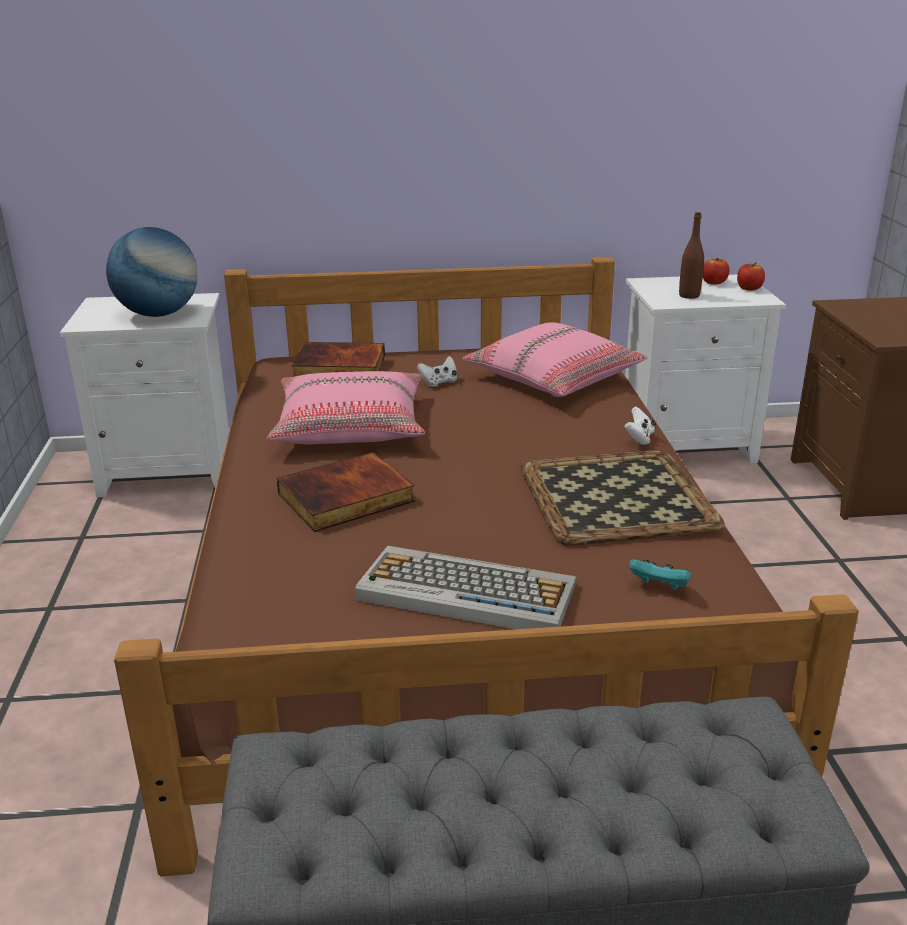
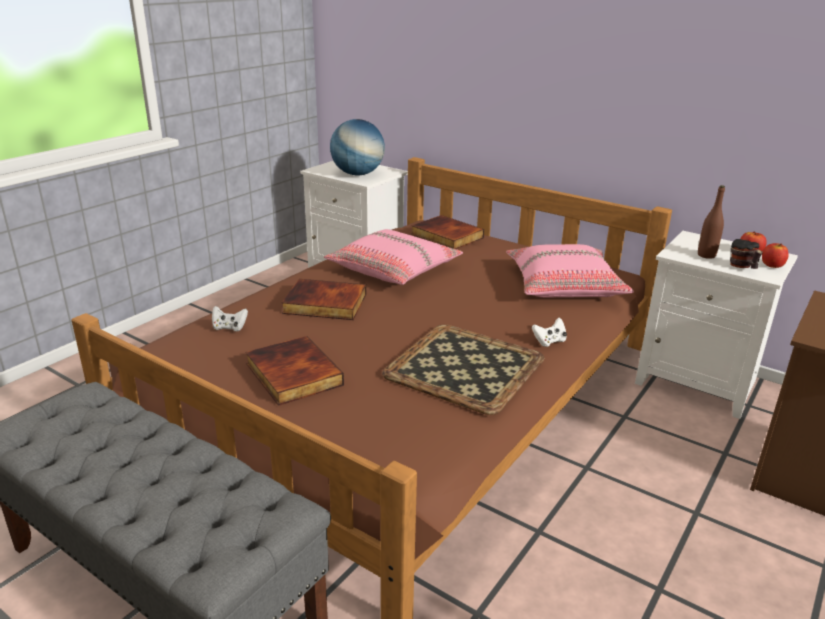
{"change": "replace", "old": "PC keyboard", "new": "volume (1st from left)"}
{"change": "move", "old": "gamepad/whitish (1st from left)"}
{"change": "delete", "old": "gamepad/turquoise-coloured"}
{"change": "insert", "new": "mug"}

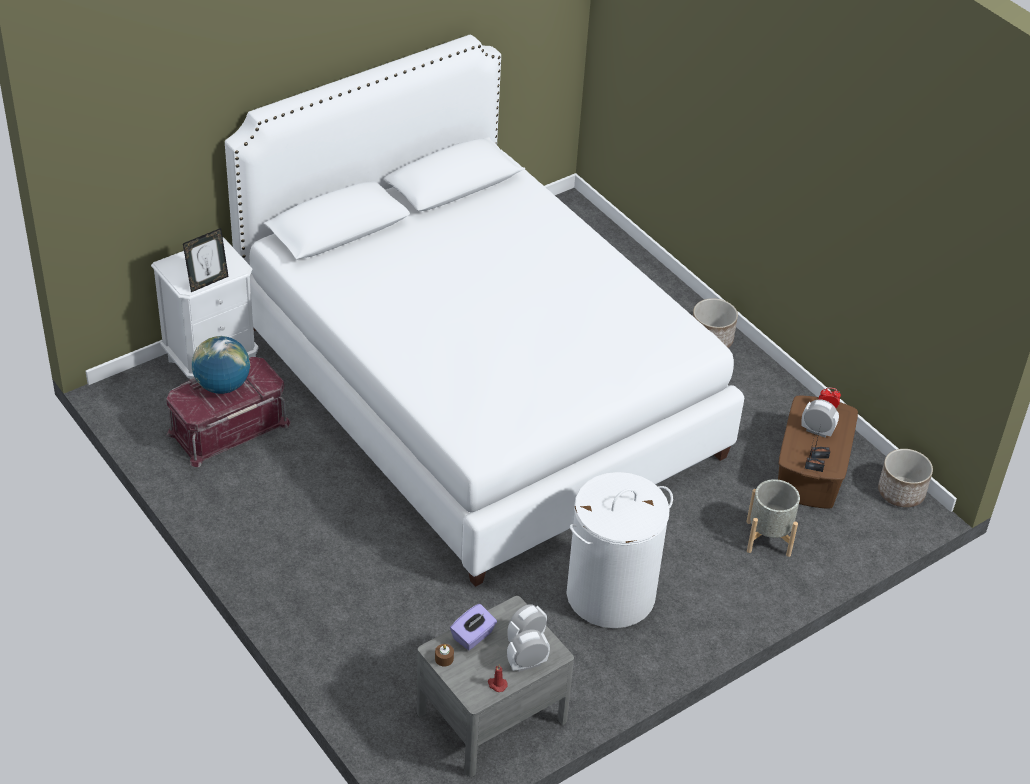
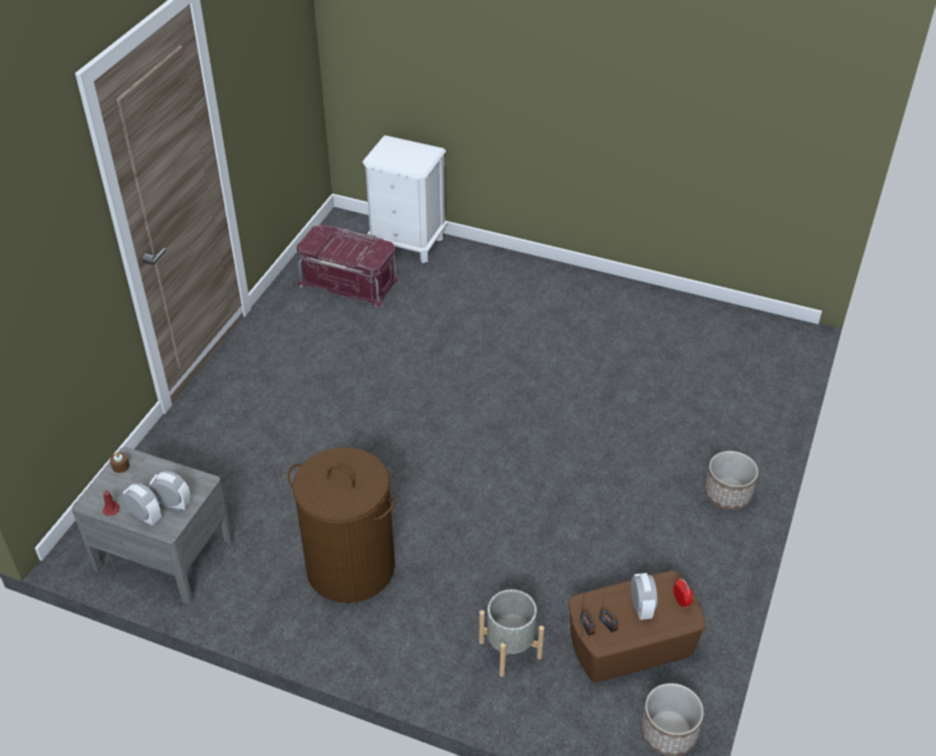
{"change": "delete", "old": "standing frame"}
{"change": "delete", "old": "desk globe"}
{"change": "delete", "old": "bed/whitish"}
{"change": "delete", "old": "tissue holder/purplish"}
{"change": "recolor", "old": "hamper/whitish", "new": "hamper/brown-coloured"}

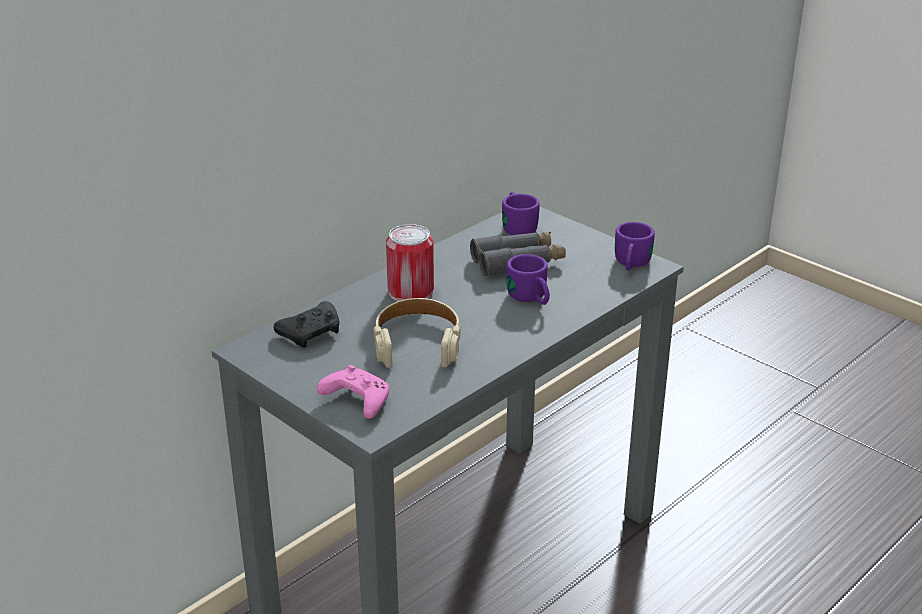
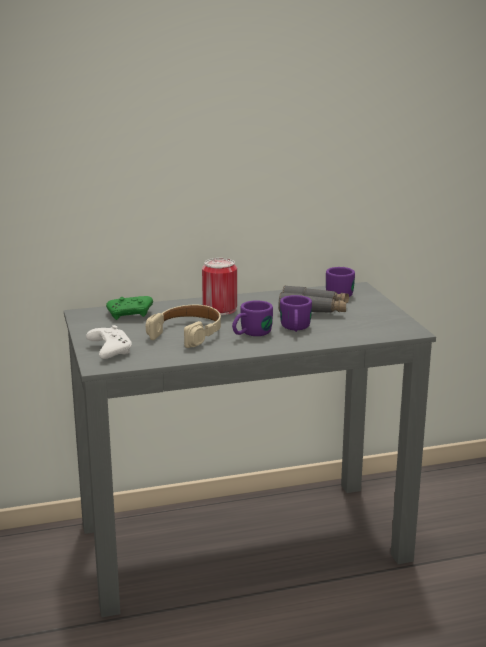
{"change": "recolor", "old": "gamepad/blackish", "new": "gamepad/green"}
{"change": "recolor", "old": "gamepad/pinkish", "new": "gamepad/whitish"}
{"change": "move", "old": "mug/purplish (3rd from left in the first image)", "new": "mug/purplish (1st from left)"}

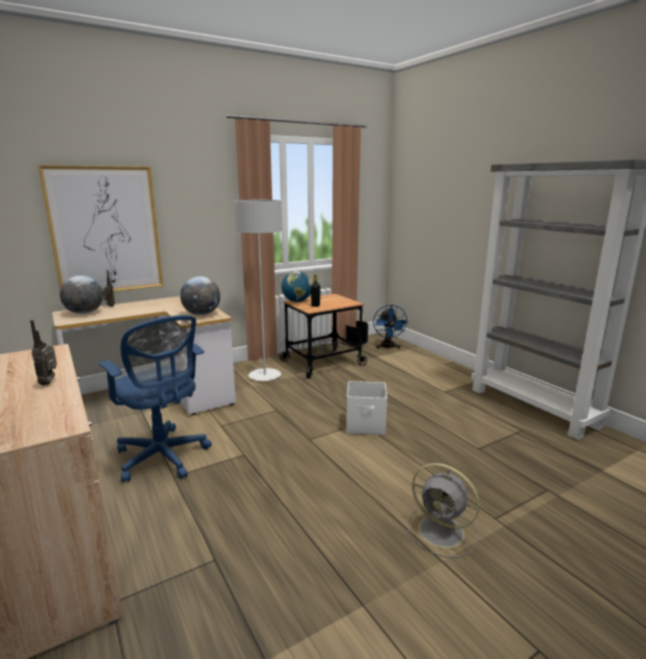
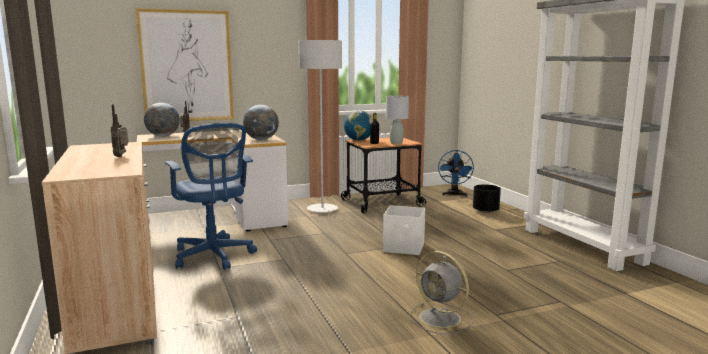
{"change": "move", "old": "planter/blackish"}
{"change": "insert", "new": "tabletop lamp/grey"}

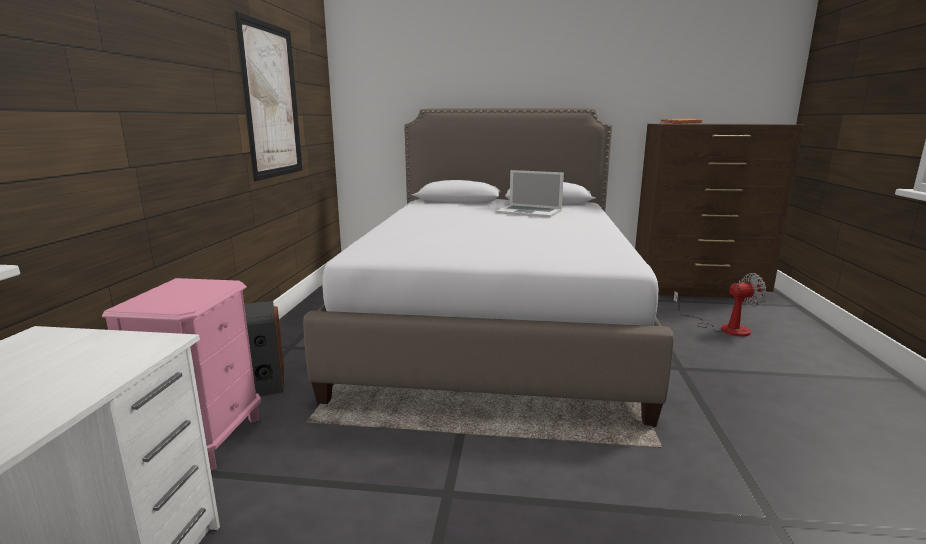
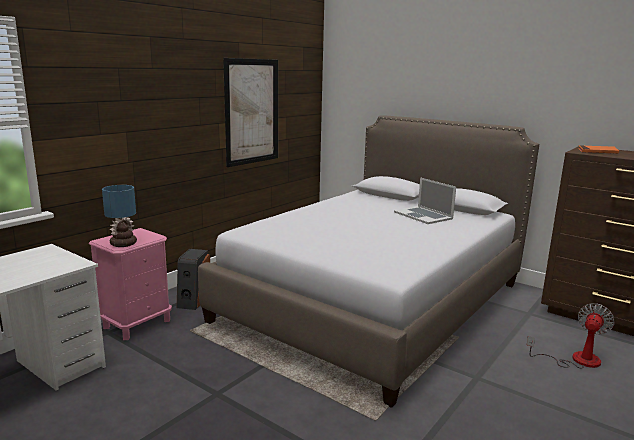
{"change": "rotate", "old": "fan", "degrees": -75}
{"change": "insert", "new": "tabletop lamp"}

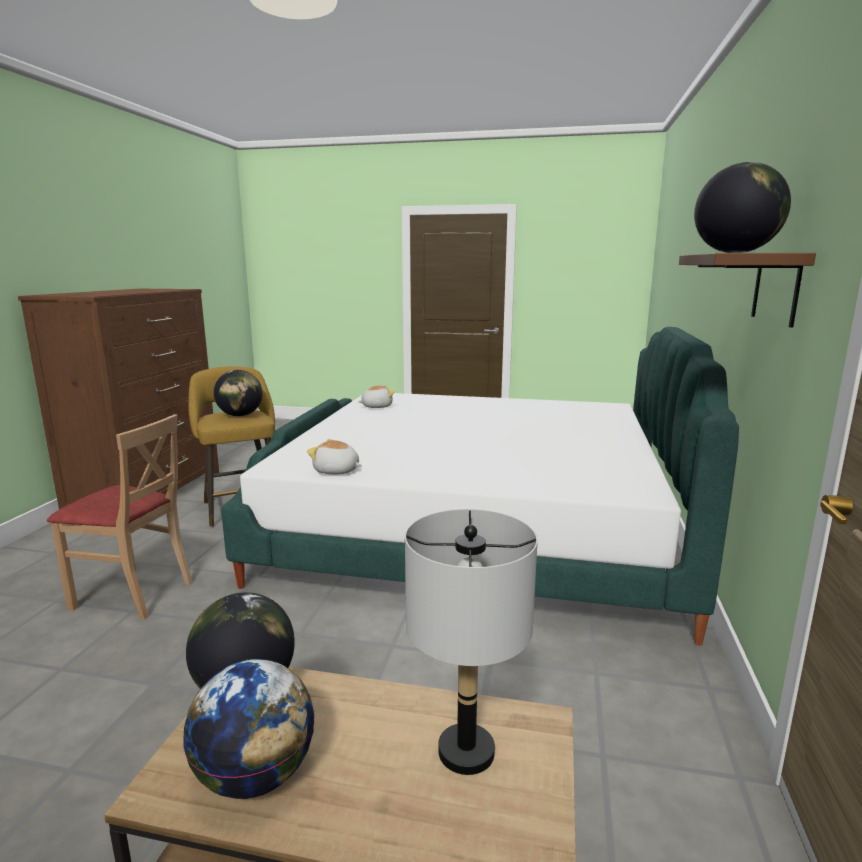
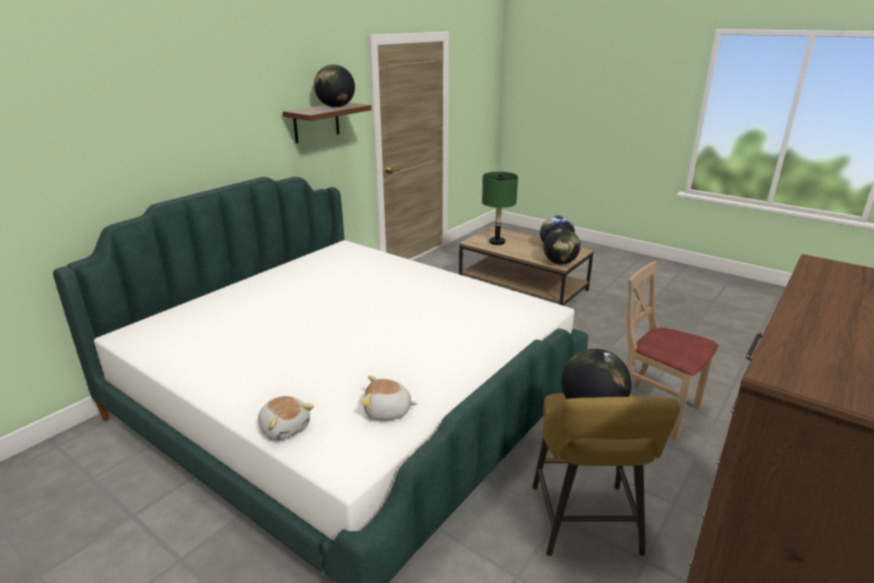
{"change": "move", "old": "plush toy (1st from left)"}
{"change": "recolor", "old": "tabletop lamp/grey", "new": "tabletop lamp/green"}

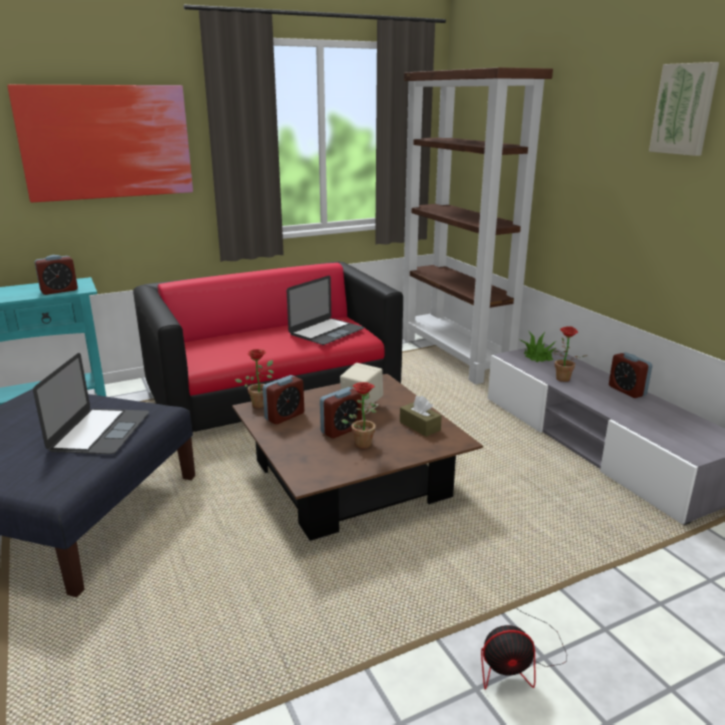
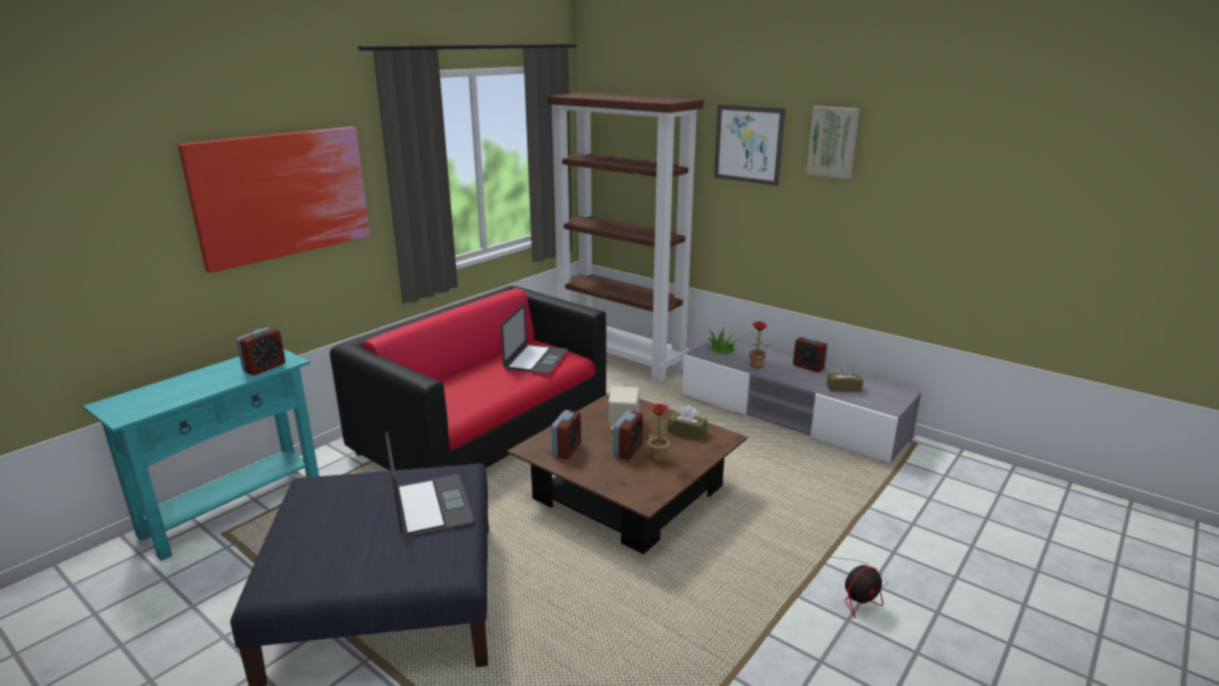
{"change": "delete", "old": "plant in a pot (1st from left)"}
{"change": "insert", "new": "wall picture (2nd from left)"}
{"change": "insert", "new": "tissue holder/brown-coloured (2nd from left)"}

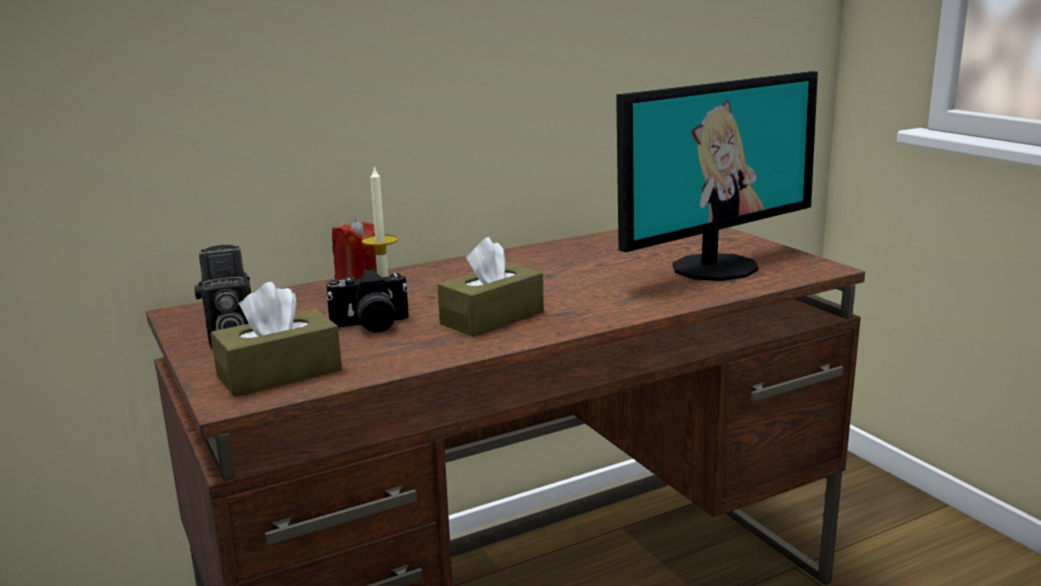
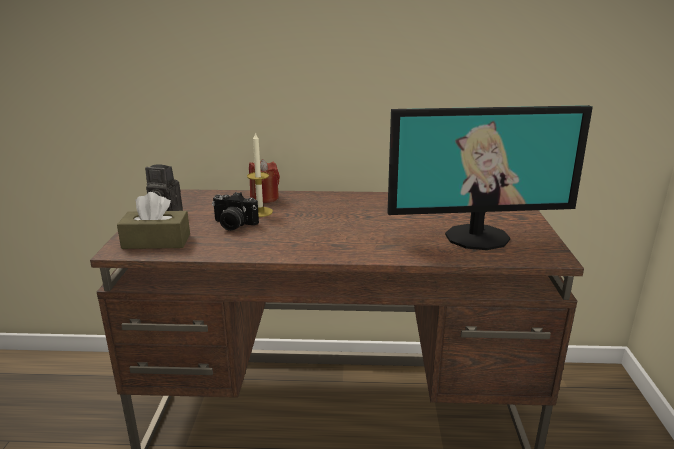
{"change": "delete", "old": "tissue holder/brown-coloured (2nd from left)"}

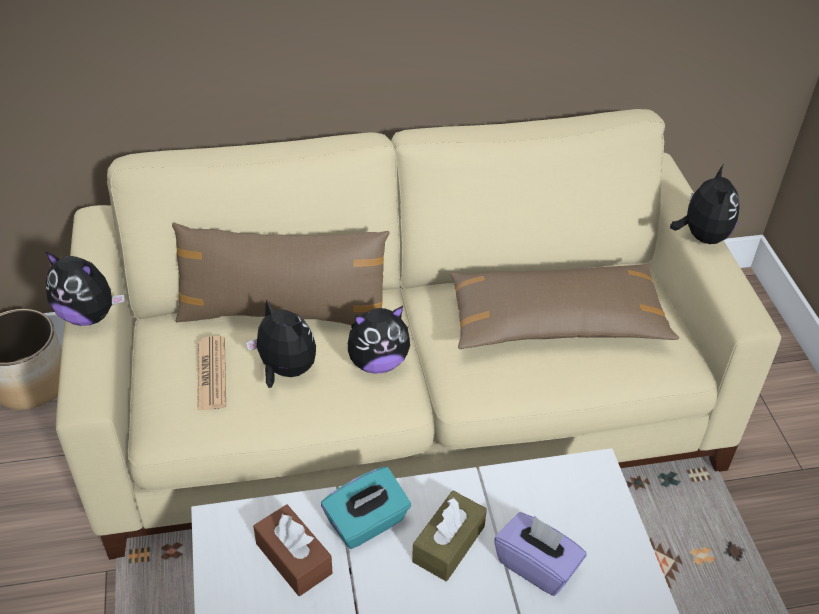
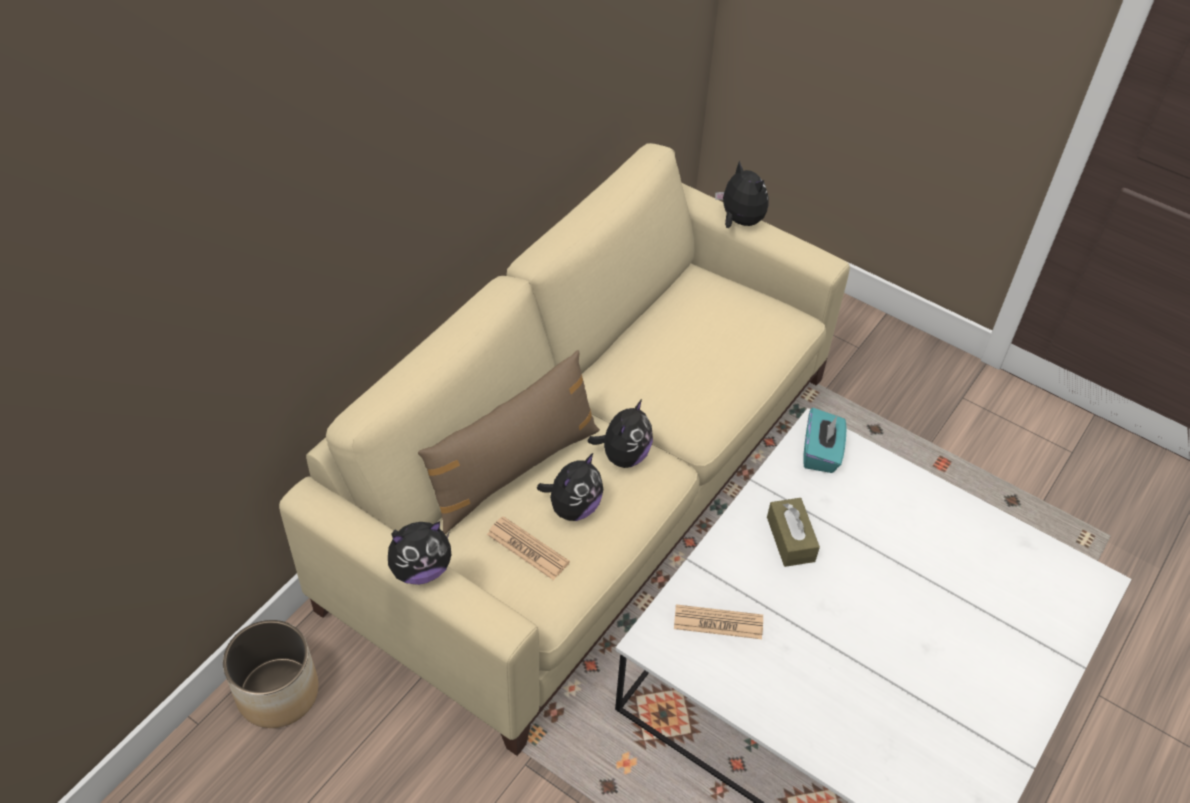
{"change": "rotate", "old": "plush toy (2nd from left)", "degrees": 135}
{"change": "replace", "old": "tissue holder/brown-coloured (1st from left)", "new": "daily paper (2nd from left)"}
{"change": "move", "old": "tissue holder/turquoise-coloured"}
{"change": "delete", "old": "cushion/brown-coloured (2nd from left)"}
{"change": "delete", "old": "tissue holder/purplish"}

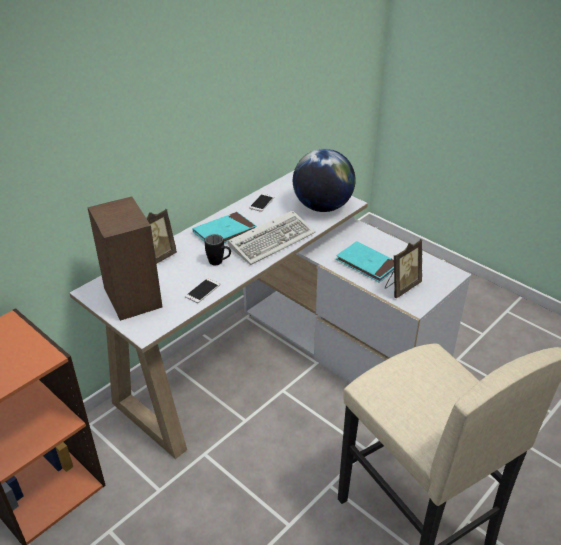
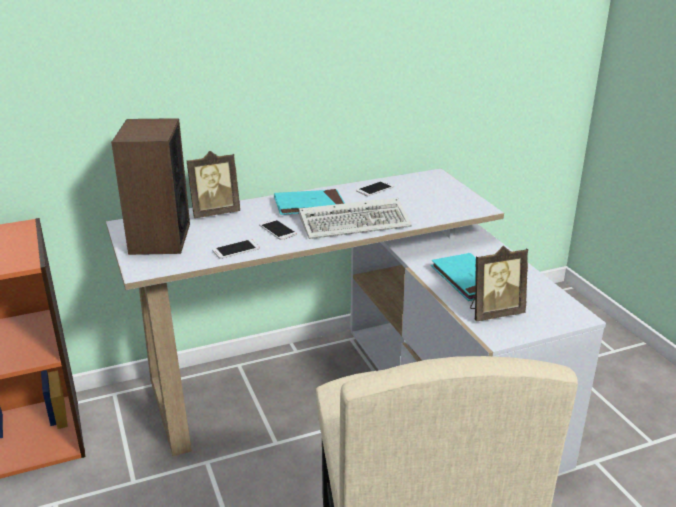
{"change": "replace", "old": "mug/blackish", "new": "telephone (2nd from left)"}
{"change": "delete", "old": "desk globe"}

